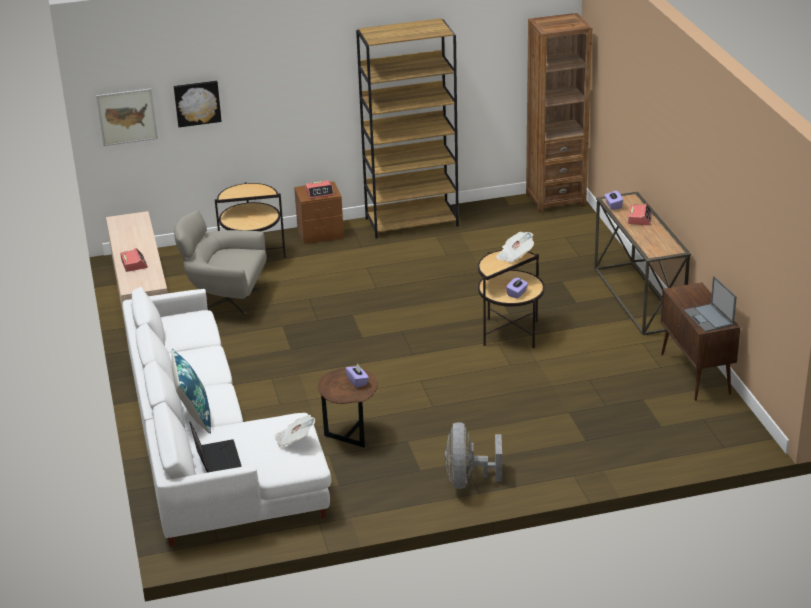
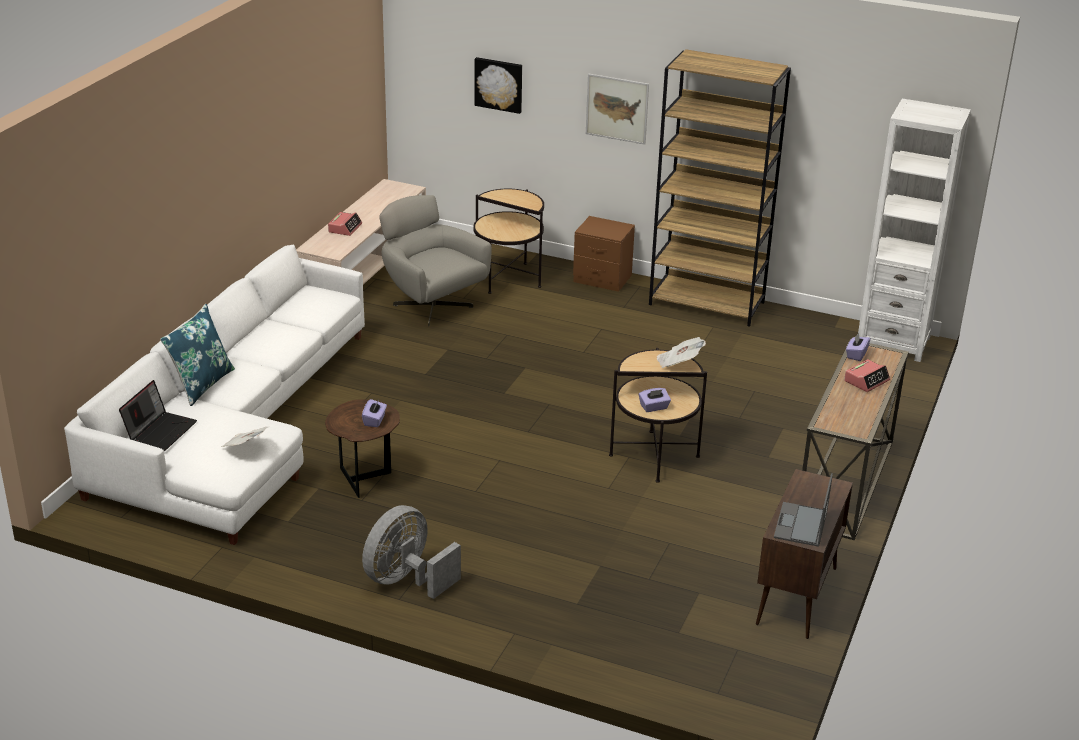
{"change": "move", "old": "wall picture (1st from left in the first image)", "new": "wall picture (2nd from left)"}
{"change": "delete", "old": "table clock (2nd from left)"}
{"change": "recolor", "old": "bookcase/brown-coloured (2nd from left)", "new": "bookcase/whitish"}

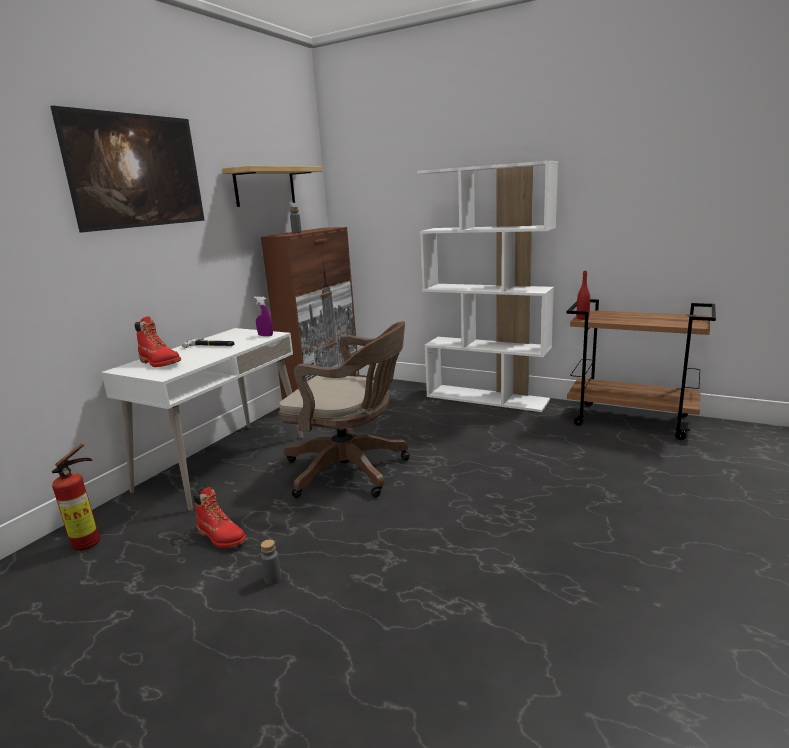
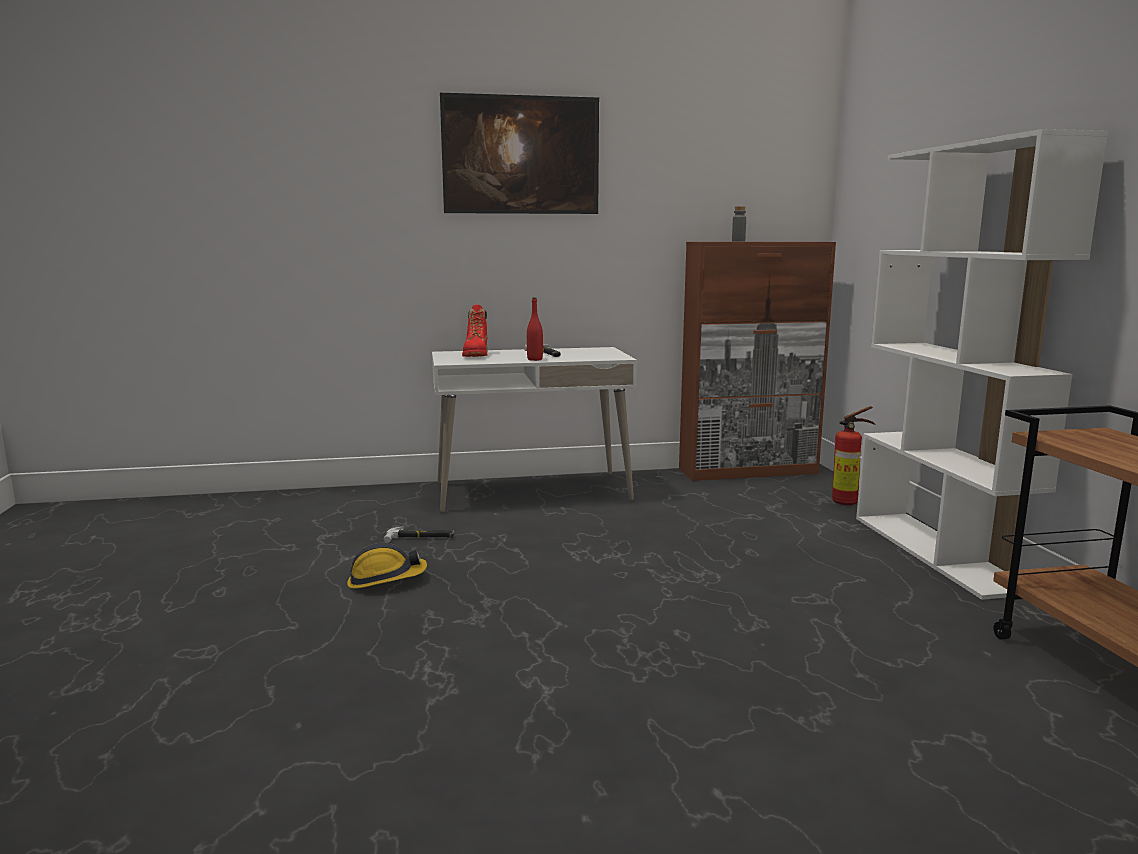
{"change": "move", "old": "extinguisher"}
{"change": "replace", "old": "boot/reddish (2nd from left)", "new": "tool hammer (1st from left)"}
{"change": "delete", "old": "shelf"}
{"change": "delete", "old": "hand sprayer/purplish"}
{"change": "replace", "old": "beverage bottle/grey (1st from left)", "new": "work helmet"}
{"change": "delete", "old": "computer chair/brown-coloured"}
{"change": "move", "old": "beverage bottle/reddish"}

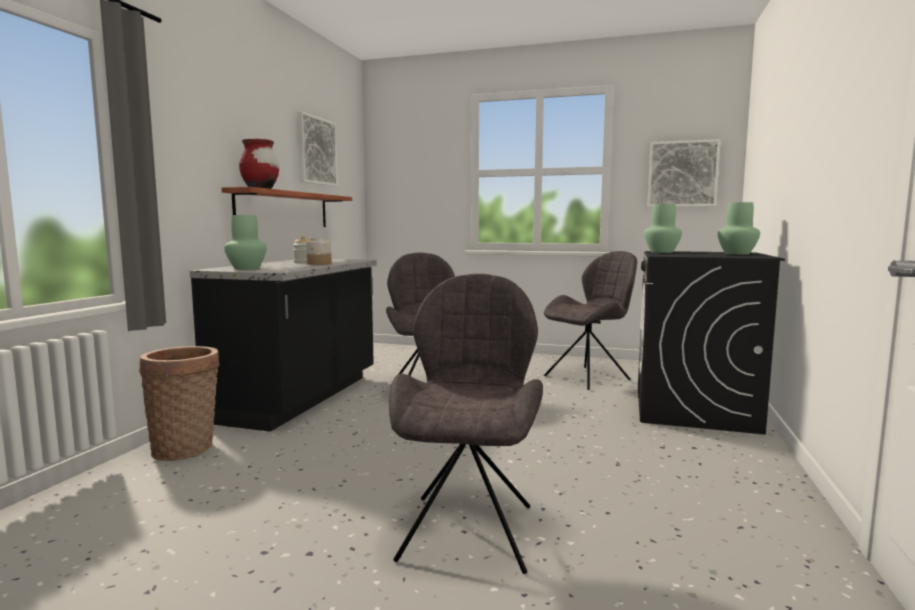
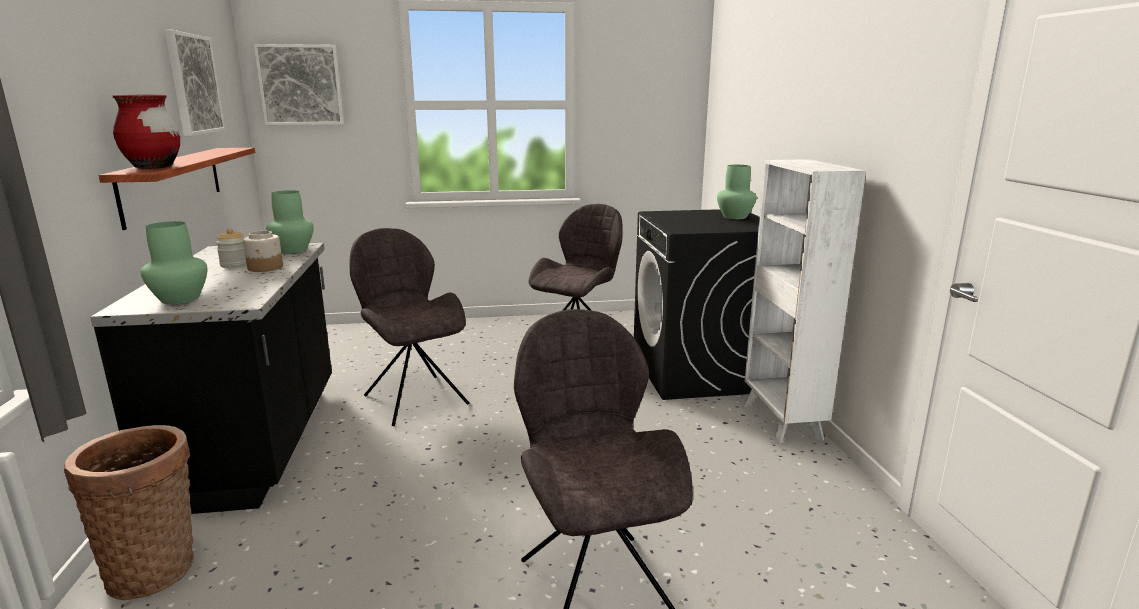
{"change": "move", "old": "flower vase/green (2nd from left)"}
{"change": "move", "old": "wall picture (2nd from left)"}
{"change": "insert", "new": "bookcase/whitish"}

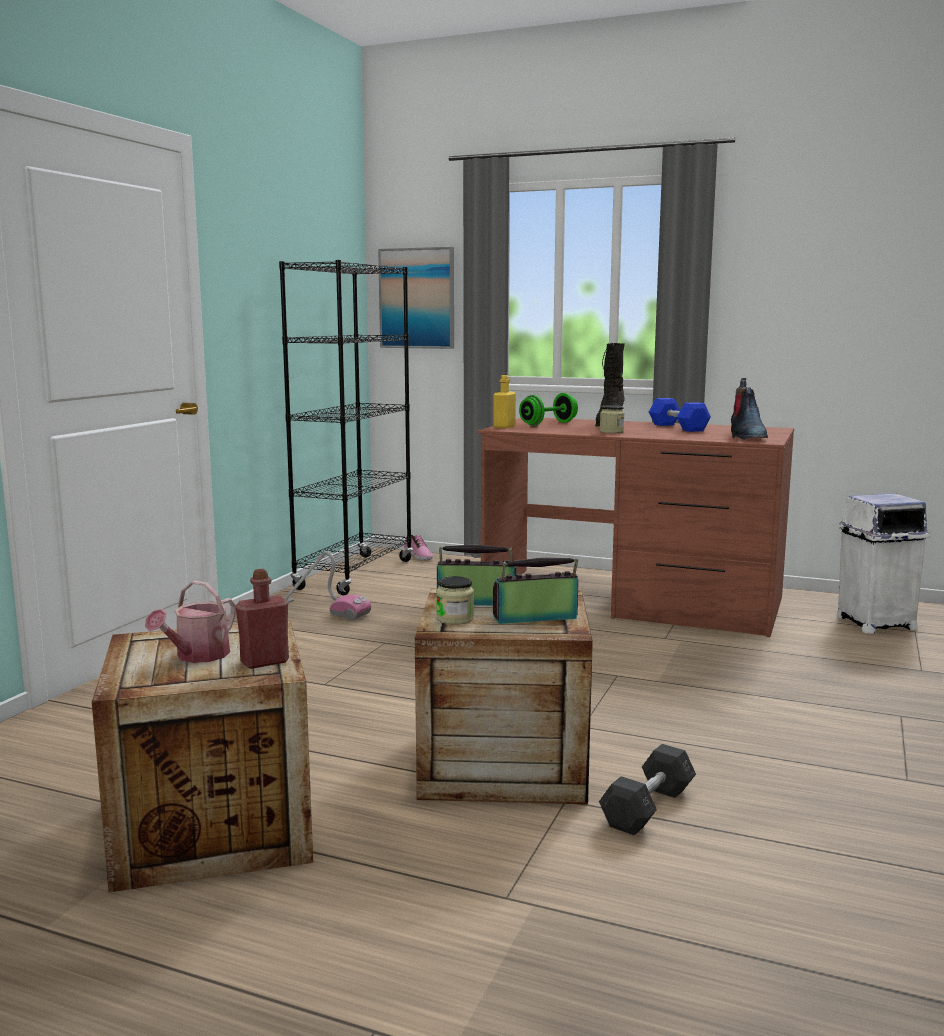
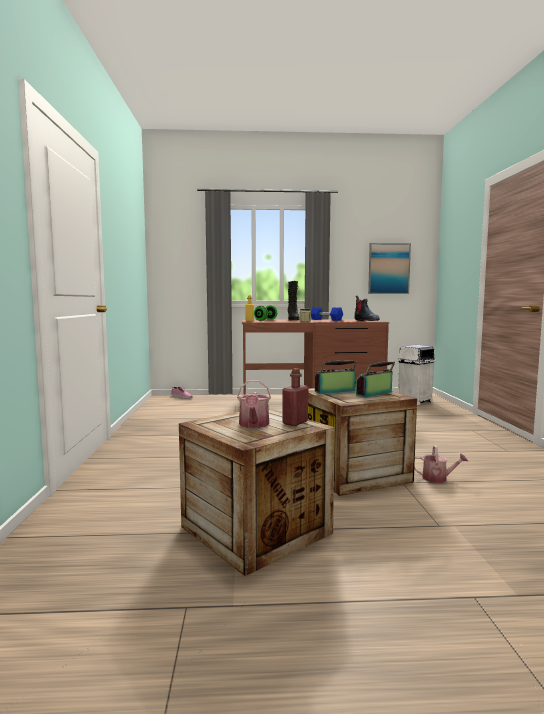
{"change": "delete", "old": "bookcase/blackish"}
{"change": "delete", "old": "vacuum cleaner"}
{"change": "move", "old": "wall picture"}
{"change": "delete", "old": "storage jar (1st from left)"}
{"change": "replace", "old": "hand weight/grey", "new": "sprinkling can (2nd from left)"}

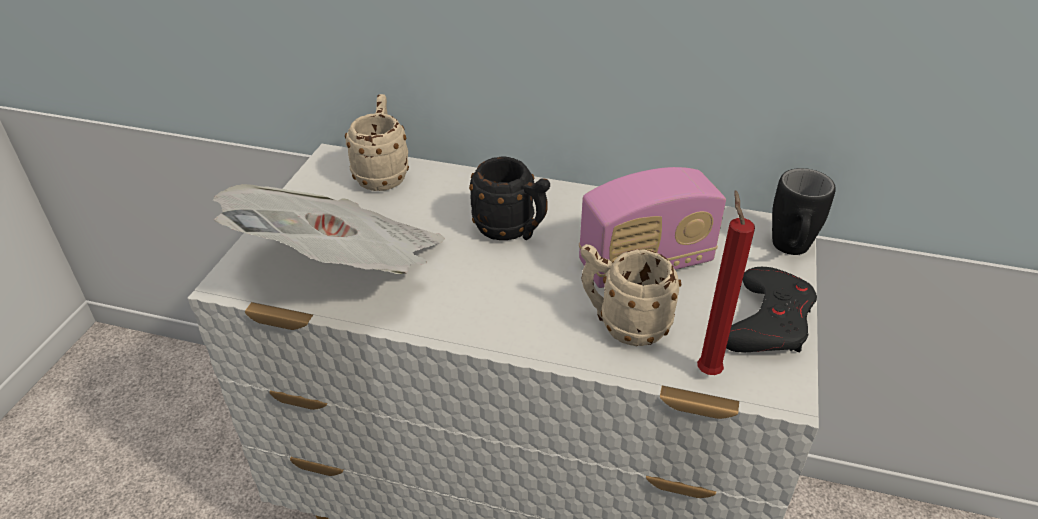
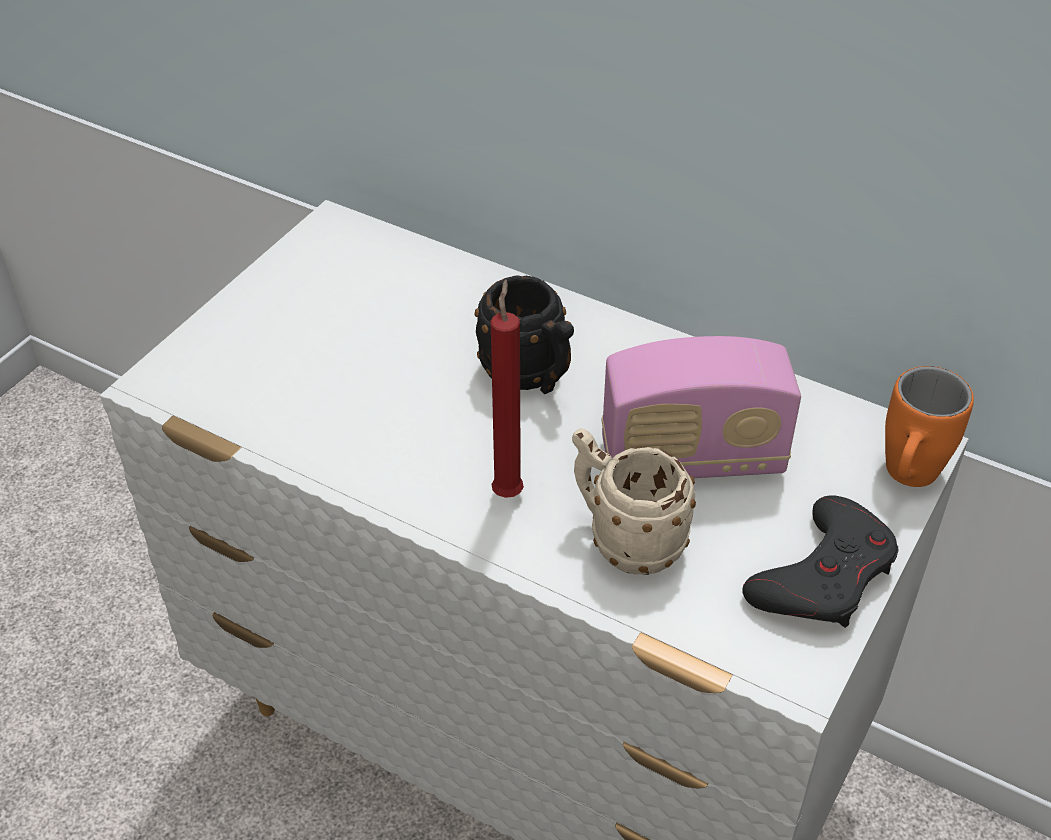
{"change": "delete", "old": "daily paper"}
{"change": "delete", "old": "mug/beige (1st from left)"}
{"change": "move", "old": "wax light/reddish"}
{"change": "recolor", "old": "mug/blackish (2nd from left)", "new": "mug/orangey"}

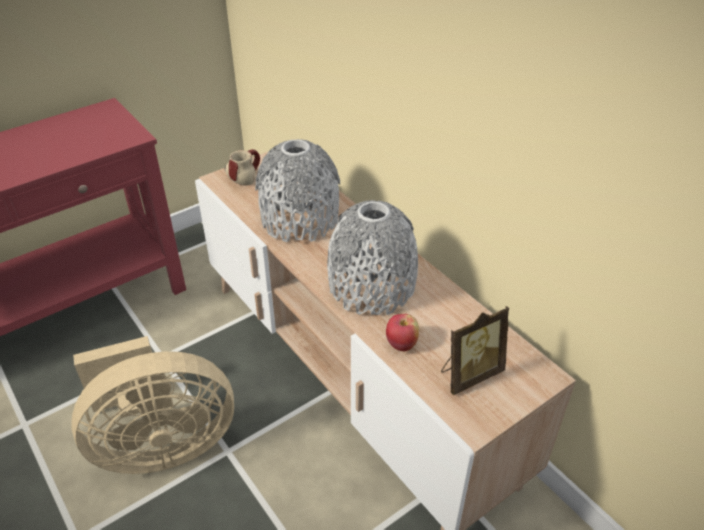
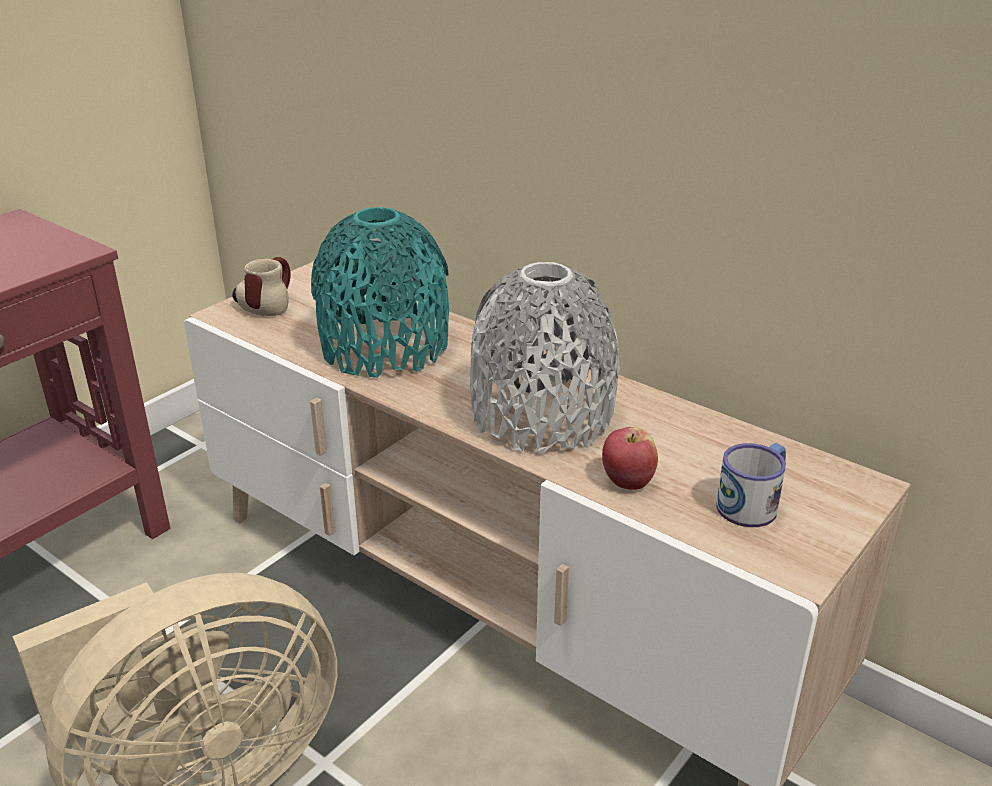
{"change": "recolor", "old": "flower vase/grey (1st from left)", "new": "flower vase/turquoise-coloured"}
{"change": "replace", "old": "standing frame", "new": "mug (2nd from left)"}

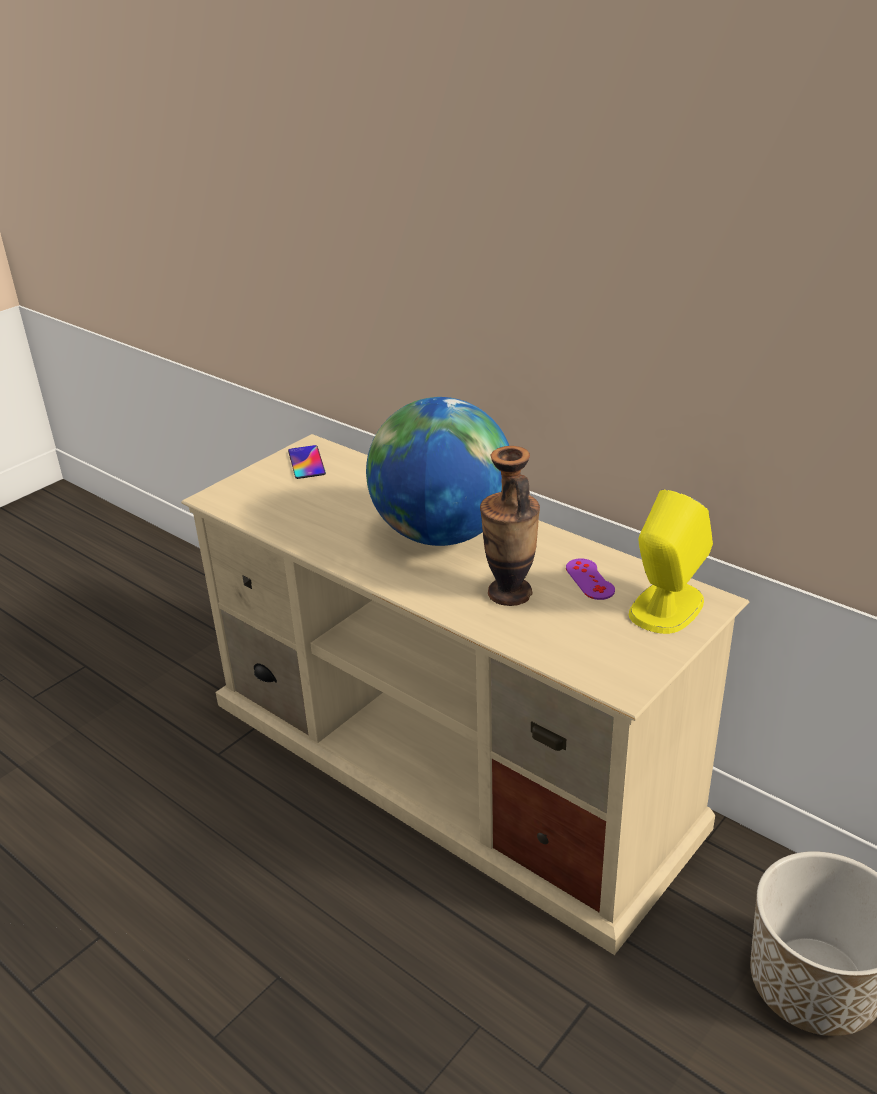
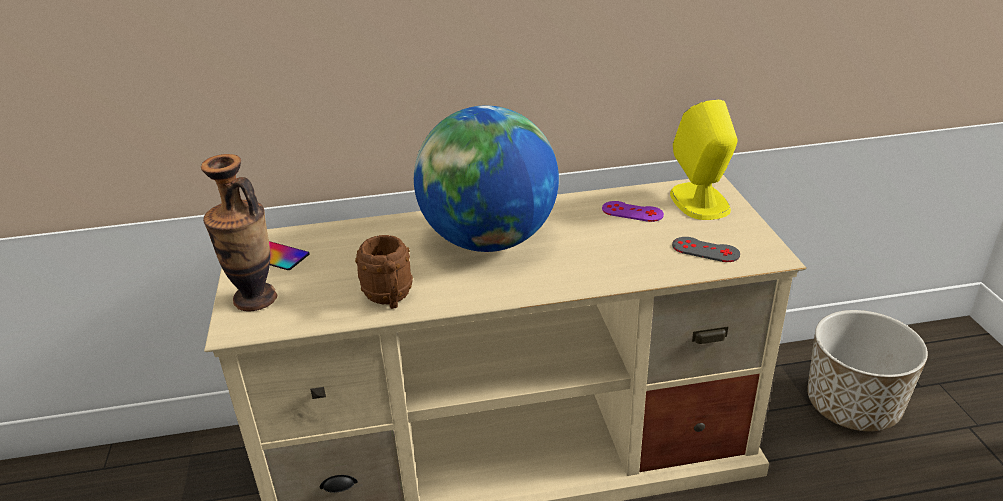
{"change": "move", "old": "flower vase"}
{"change": "insert", "new": "mug/brown-coloured"}
{"change": "insert", "new": "gamepad/grey"}

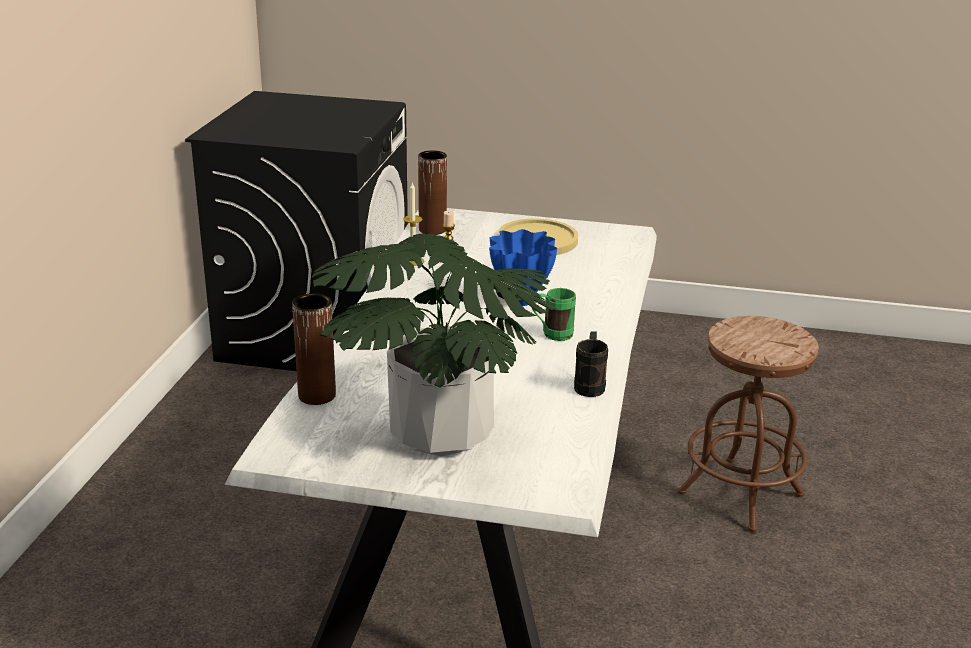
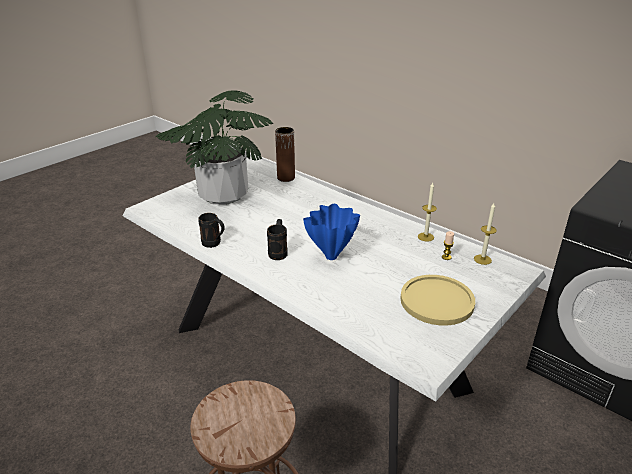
{"change": "replace", "old": "flower vase/brown-coloured (2nd from left)", "new": "wax light (3rd from left)"}
{"change": "recolor", "old": "mug/green", "new": "mug/blackish (2nd from left)"}

